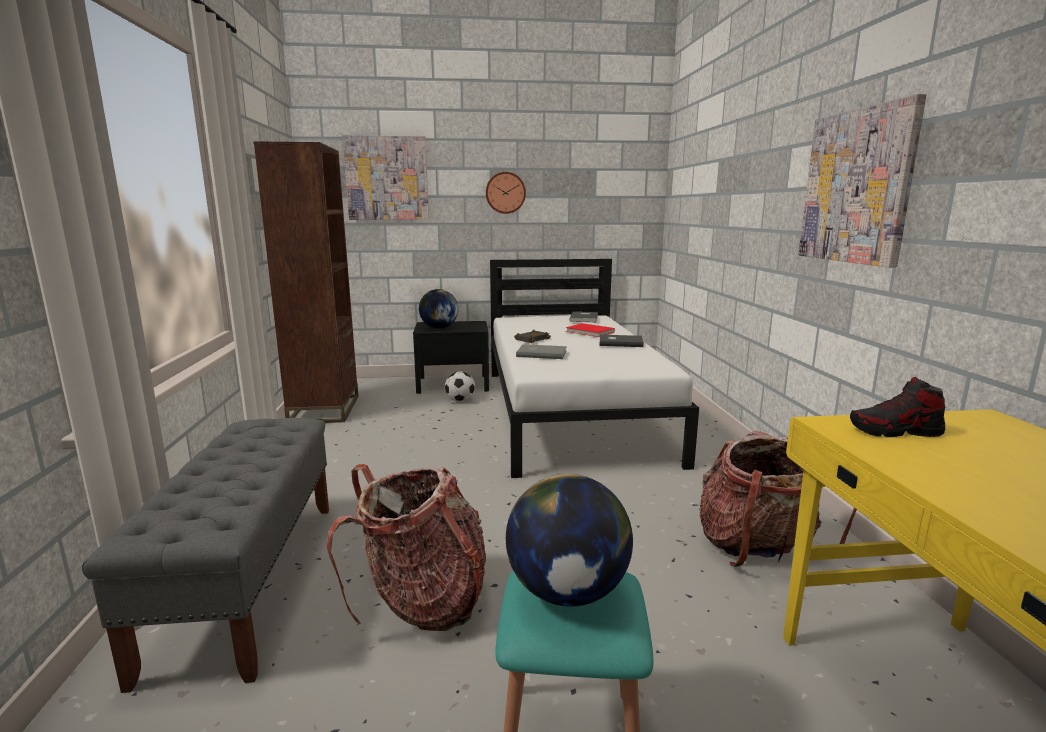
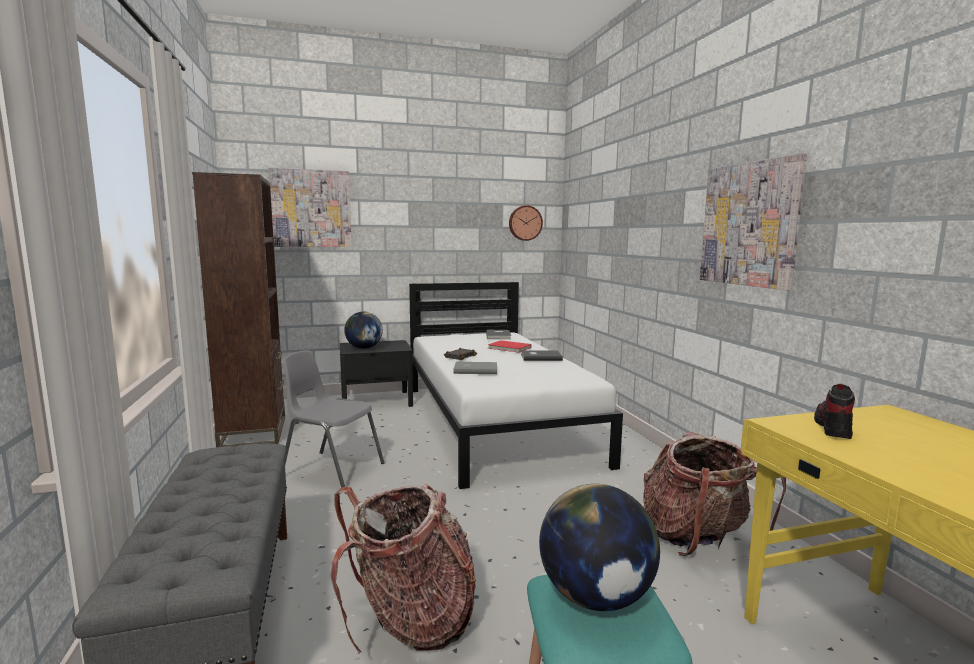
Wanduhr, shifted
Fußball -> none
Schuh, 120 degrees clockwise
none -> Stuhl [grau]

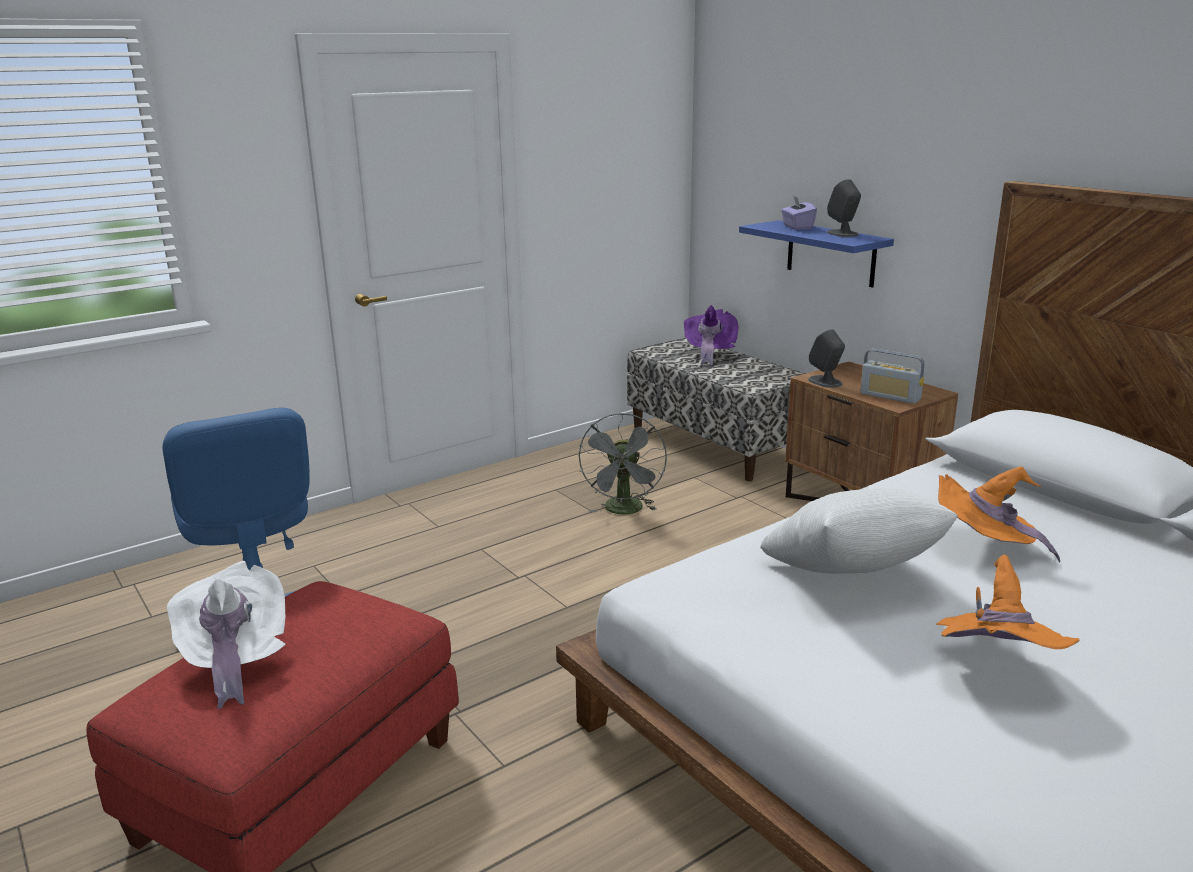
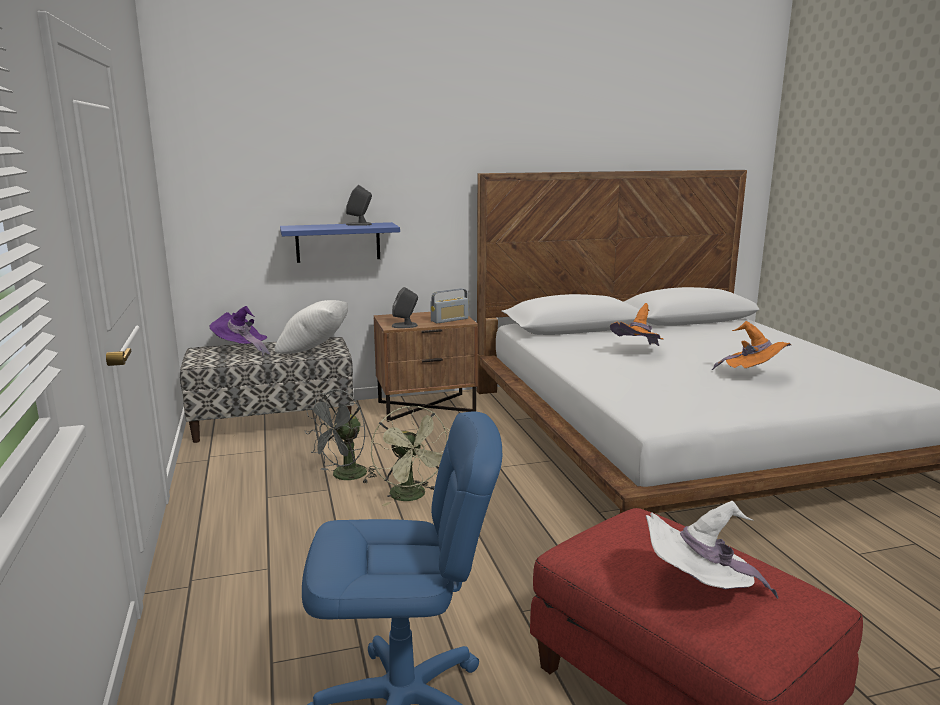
Taschentuchbox [lila] -> none
Ventilator [grau], 105 degrees clockwise
Kissen [weiß], shifted
none -> Ventilator [grün]

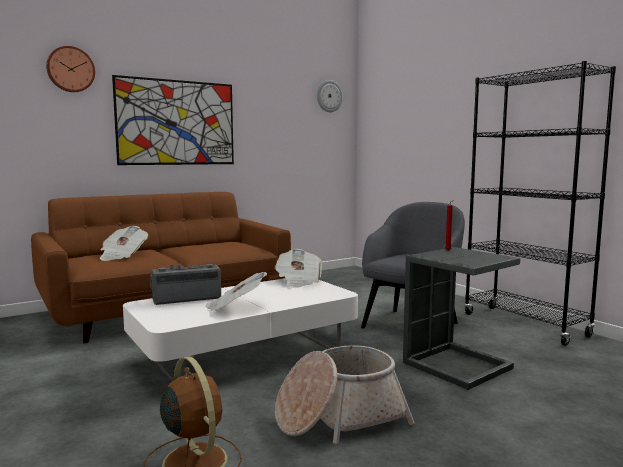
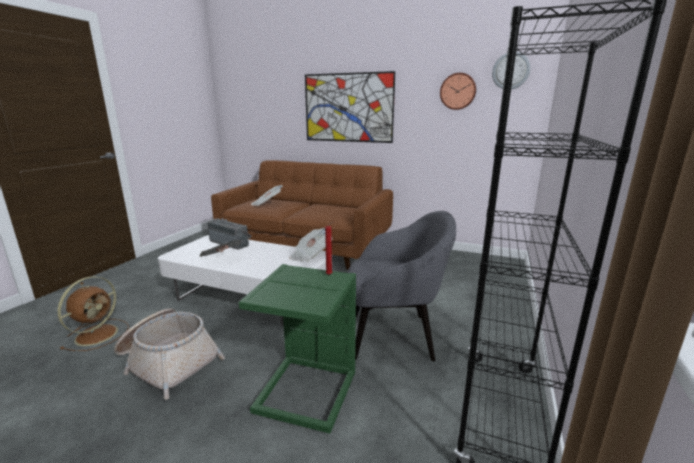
Wanduhr (no. 1 from left), shifted
Beistelltisch [grau] -> Beistelltisch [grün]

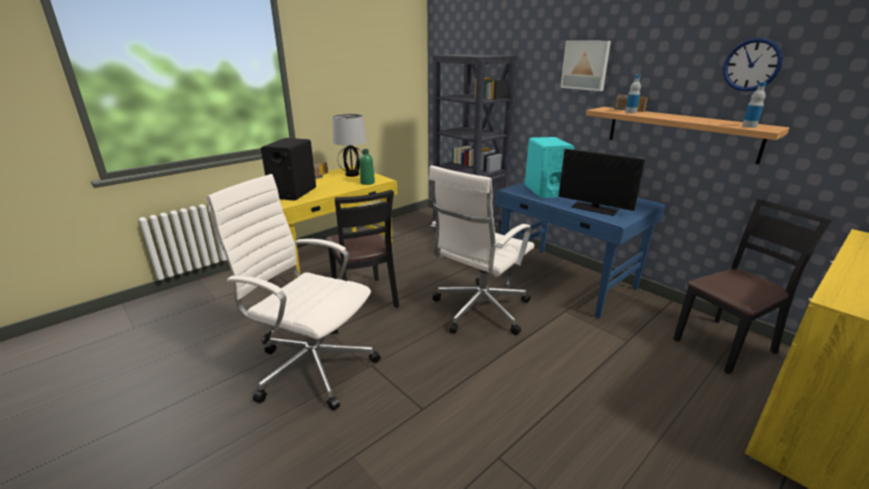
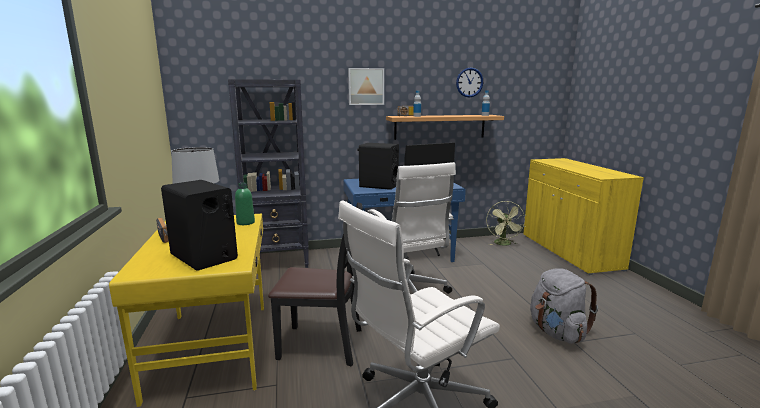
Lautsprecher [türkis] -> Lautsprecher [schwarz] (no. 2 from left)
Stuhl [schwarz] (no. 2 from left) -> Ventilator [grün]
none -> Rucksack [grau]

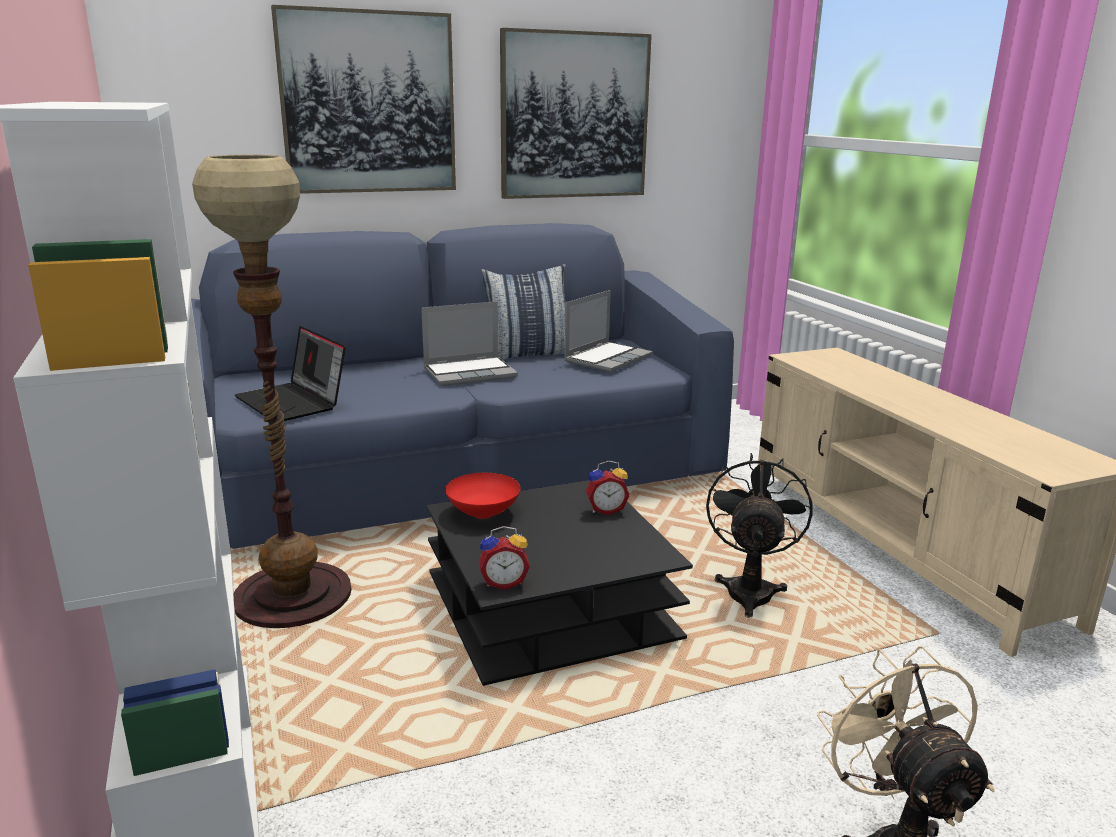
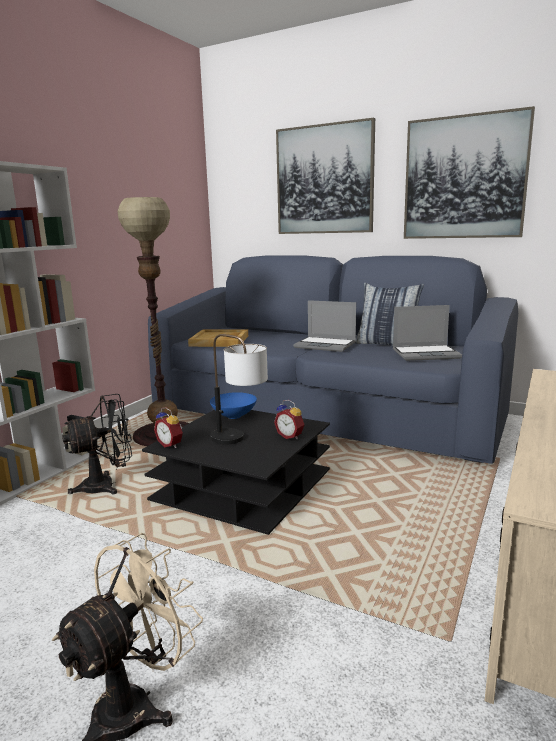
Laptop (no. 1 from left) -> Tablett [beige]
Ventilator [schwarz], shifted
Schüssel [rot] -> Schüssel [blau]
none -> Tischlampe

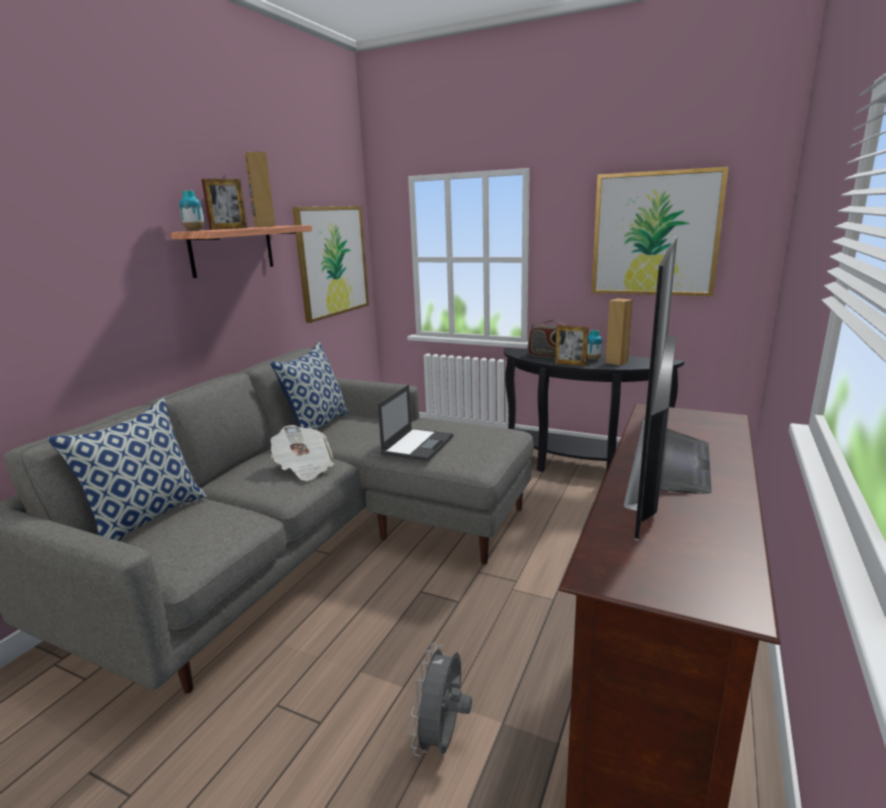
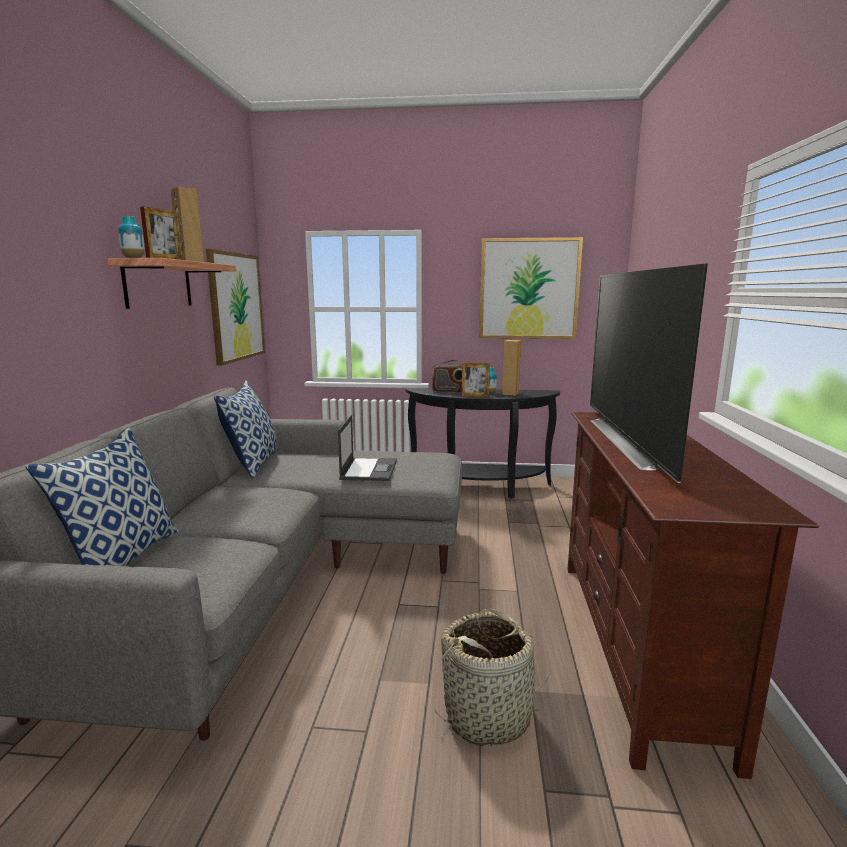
Zeitung -> none
Ventilator [grau] -> Korb

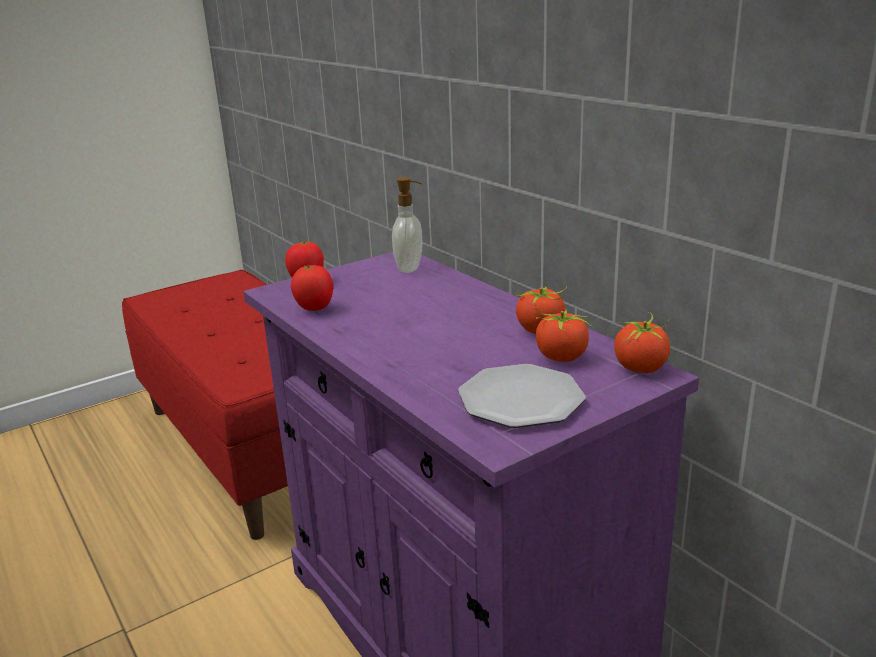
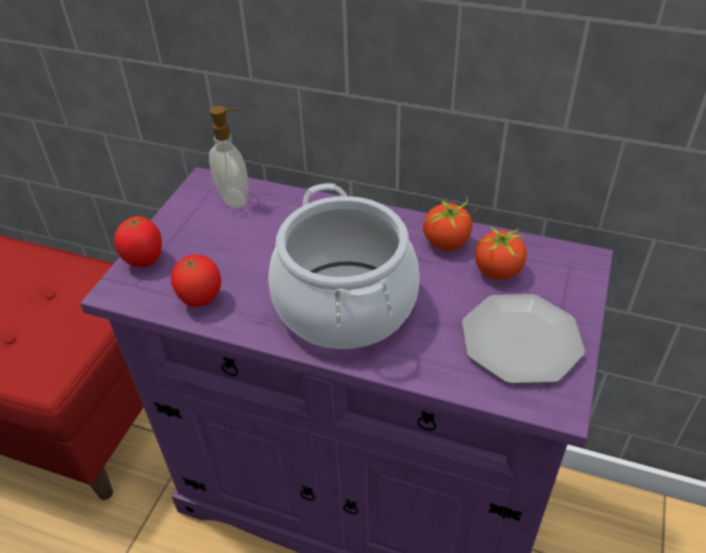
Tomate (no. 5 from left) -> none
none -> Kochtopf

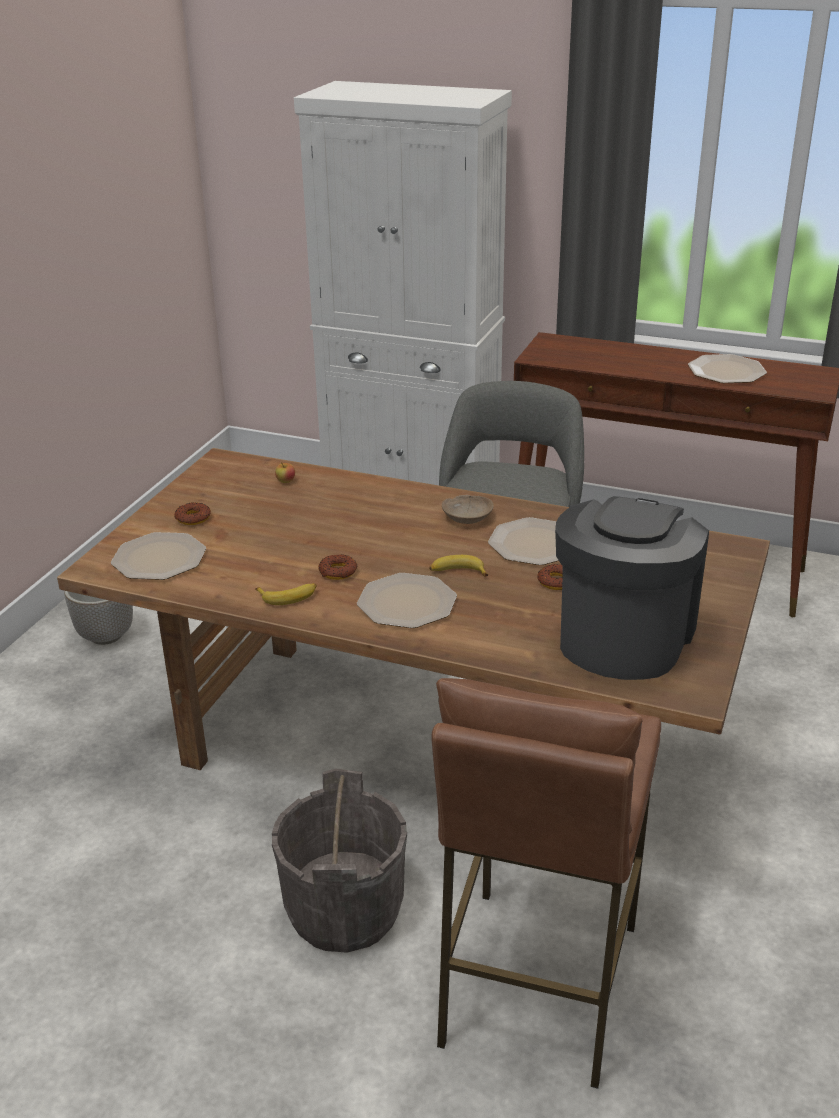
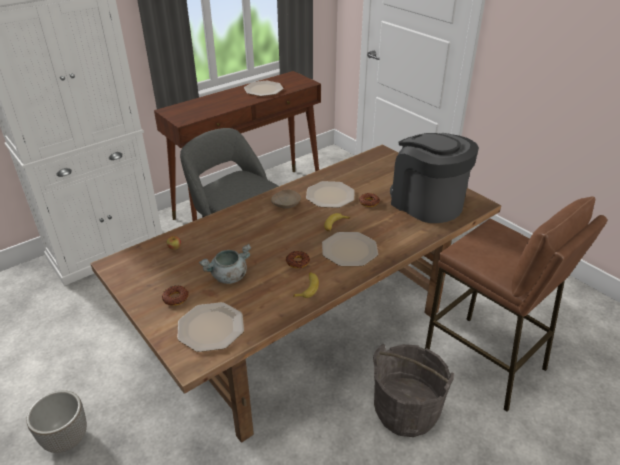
none -> Kochtopf [grau]

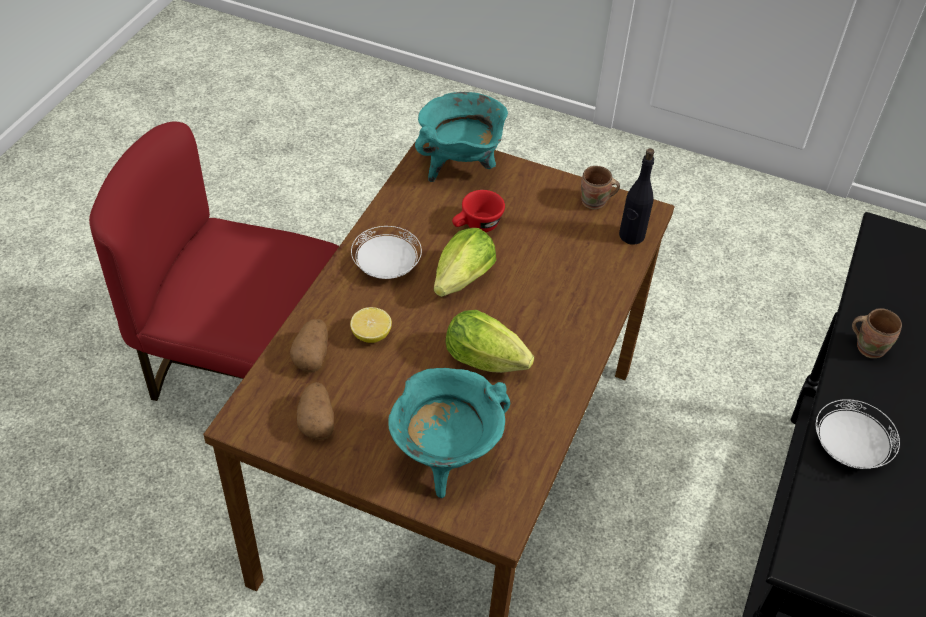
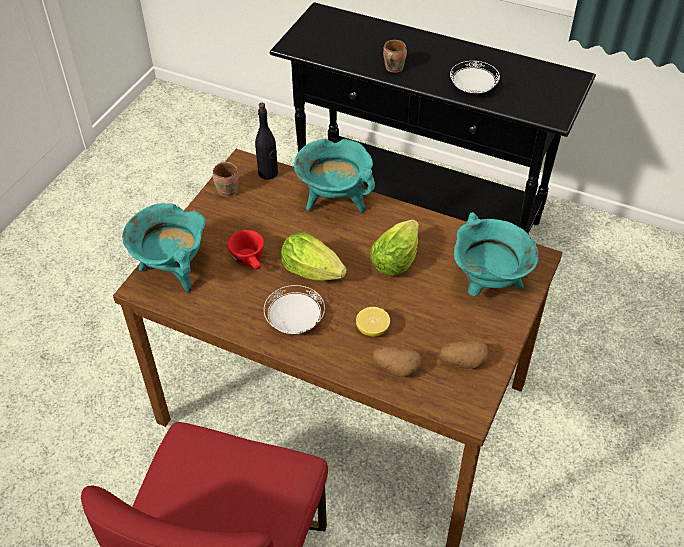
none -> Kochtopf [türkis] (no. 2 from left)

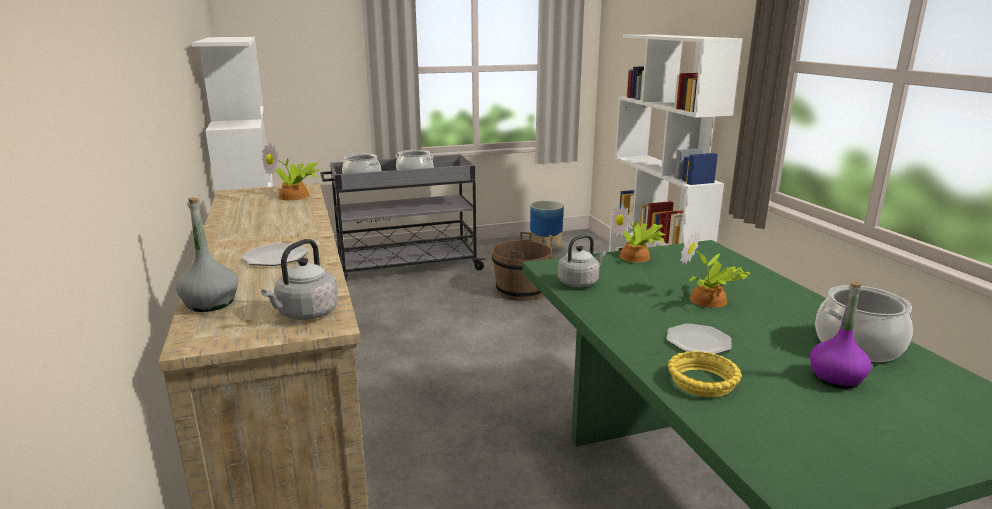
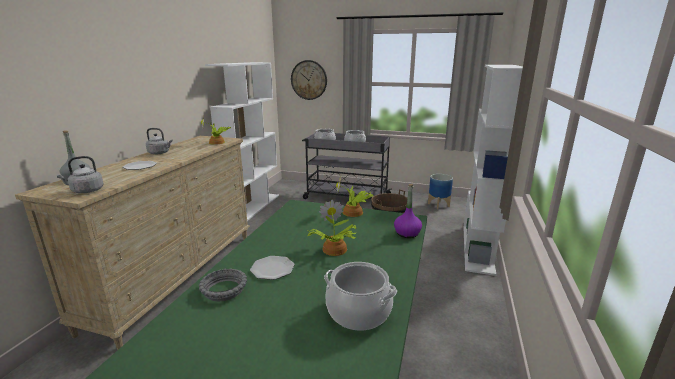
Wasserkessel [grau] (no. 2 from left), shifted
Flasche [lila], shifted
Schüssel [gelb] -> Schüssel [grau]
none -> Wanduhr

